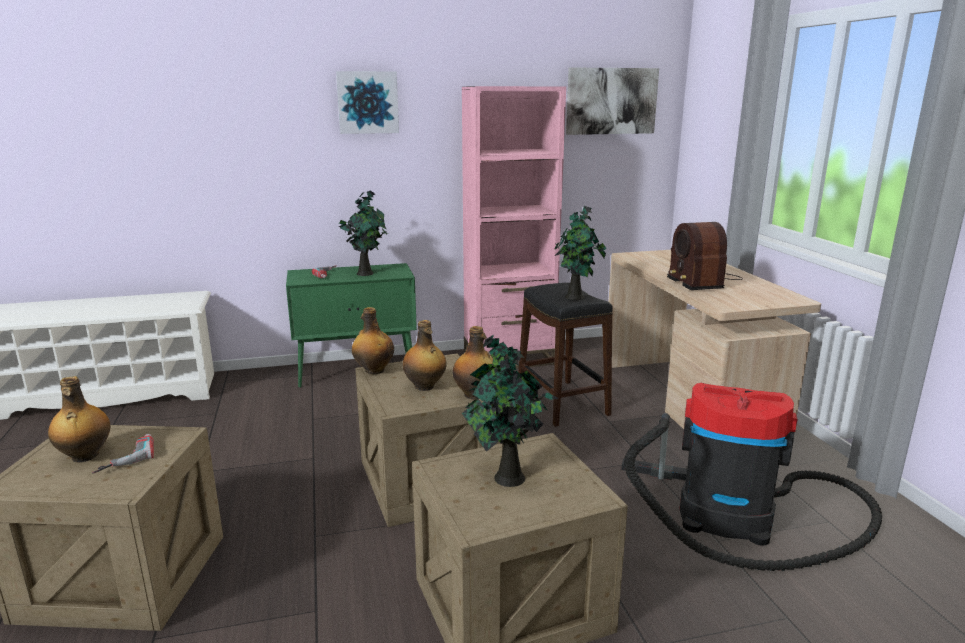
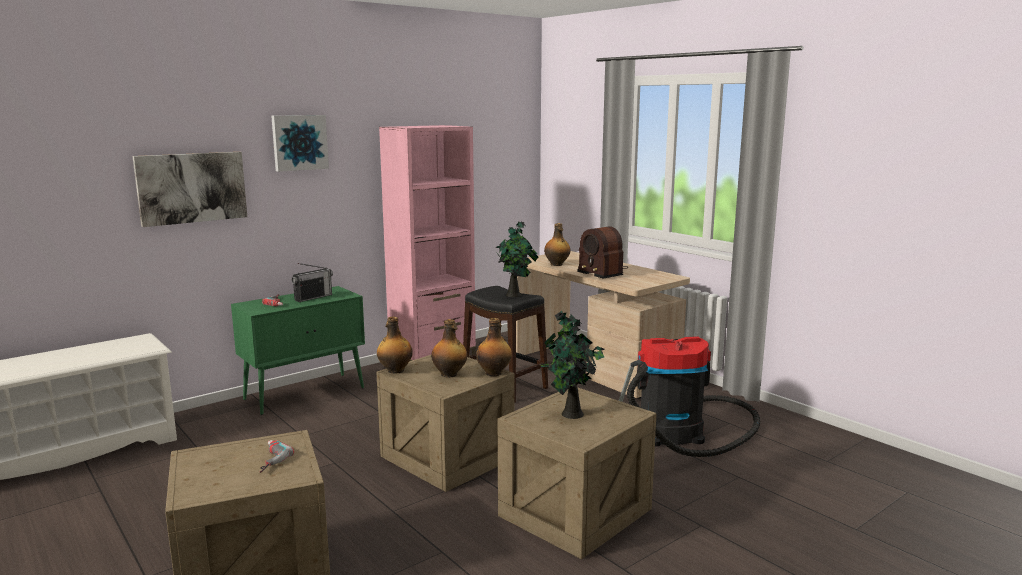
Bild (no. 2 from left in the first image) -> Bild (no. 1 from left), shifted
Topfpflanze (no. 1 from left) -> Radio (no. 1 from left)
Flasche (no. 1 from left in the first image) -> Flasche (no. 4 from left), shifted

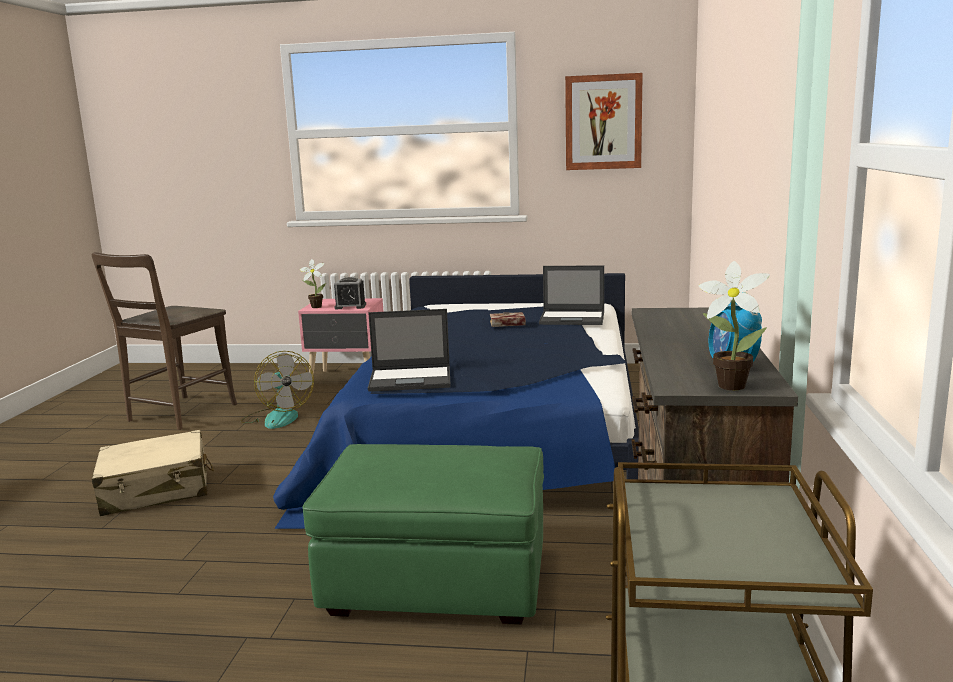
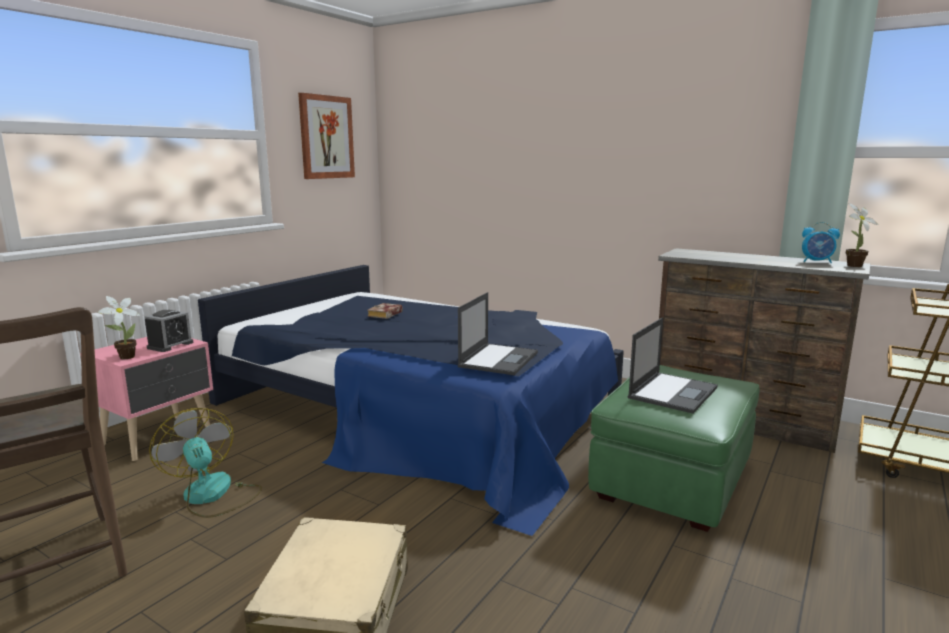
Laptop (no. 2 from left), shifted
Ventilator, 120 degrees counterclockwise

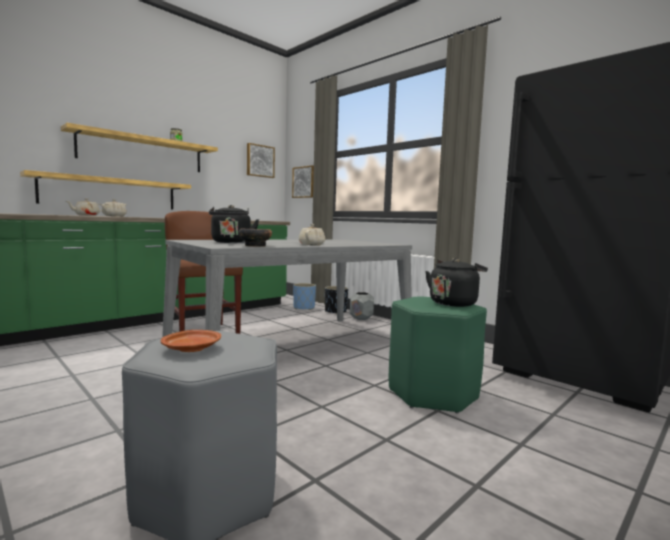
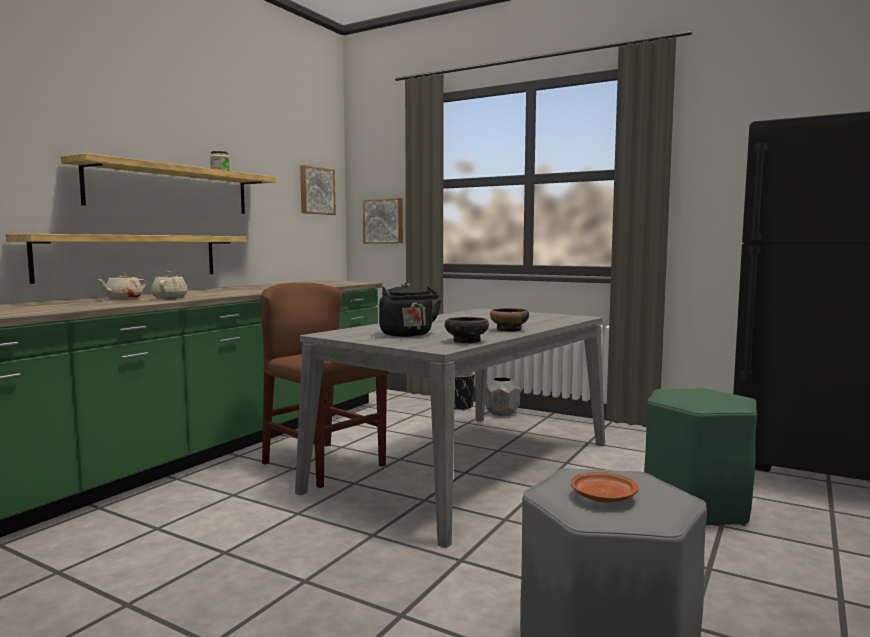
Teekanne [beige] (no. 3 from left) -> Schüssel (no. 2 from left)
Wasserkessel [schwarz] (no. 2 from left) -> none
Pflanzkübel [blau] -> none

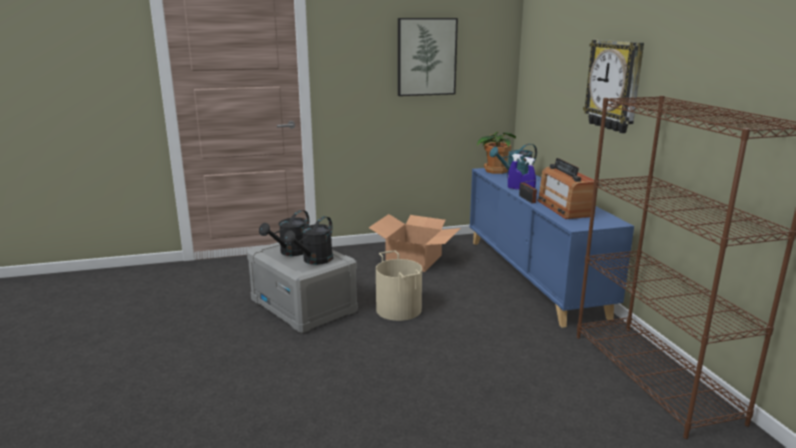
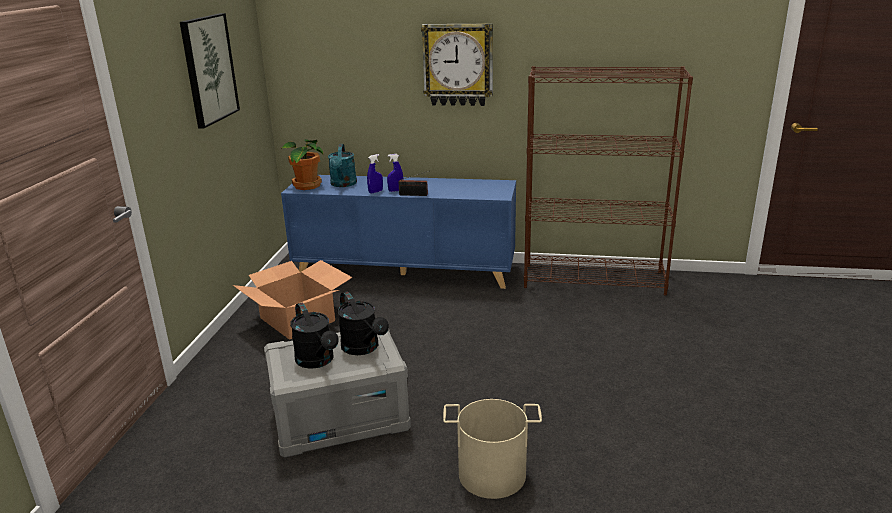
Radio (no. 2 from left) -> none
Eimer [beige], shifted

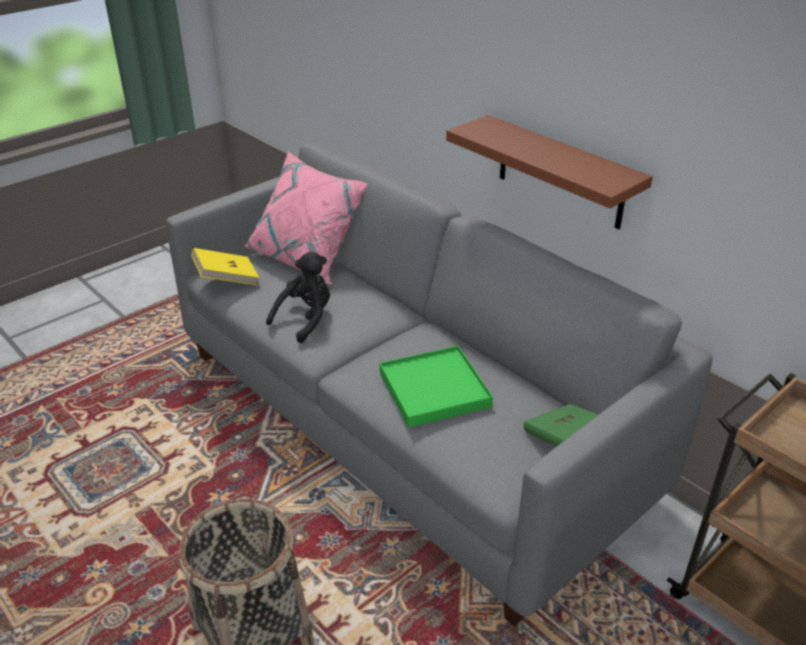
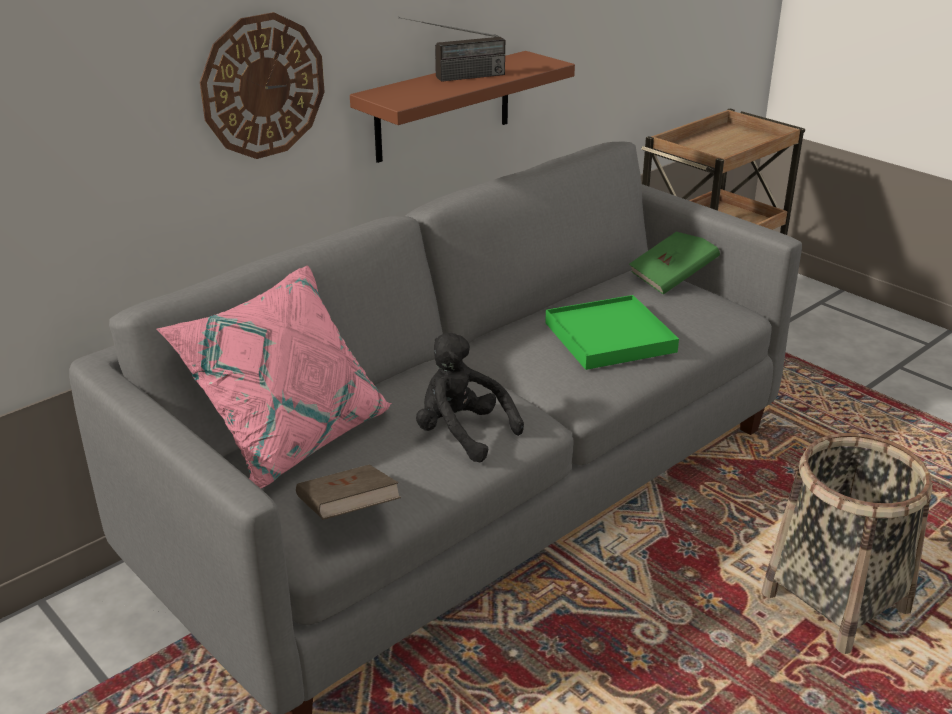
Buch [gelb] -> Buch [braun]
none -> Wanduhr
none -> Radio

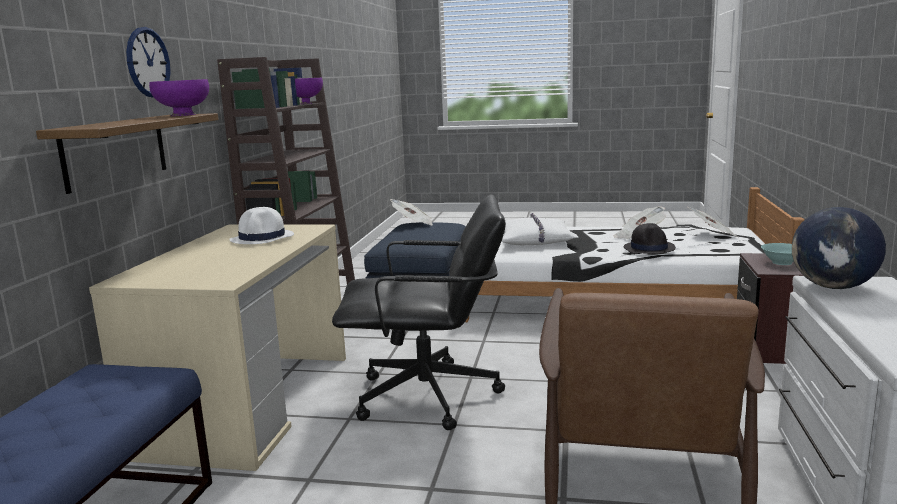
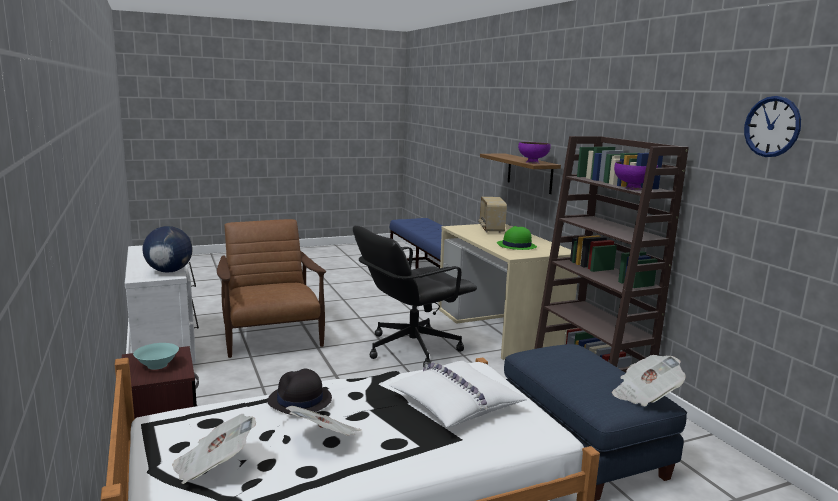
Wanduhr, shifted
Hut [weiß] -> Hut [grün]
none -> Radio

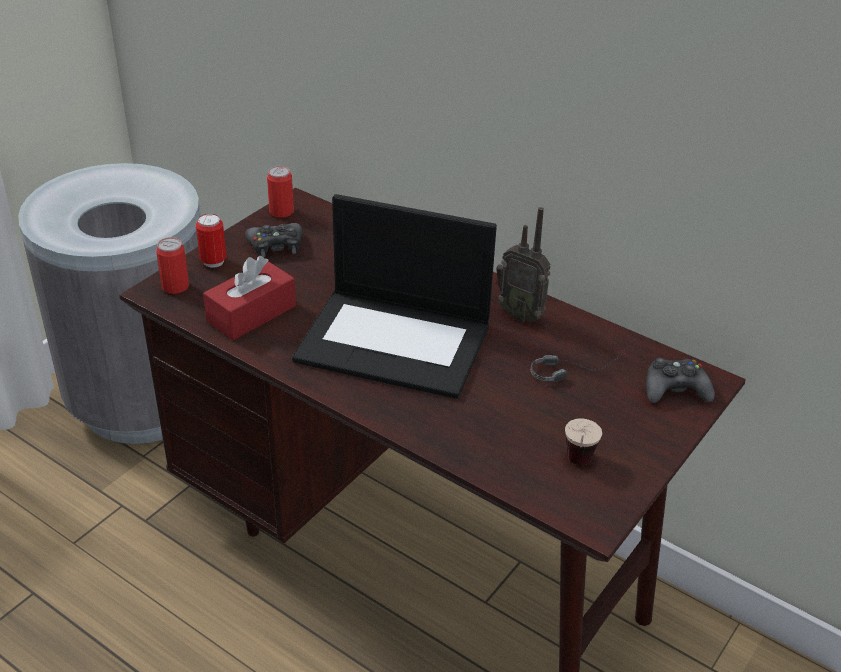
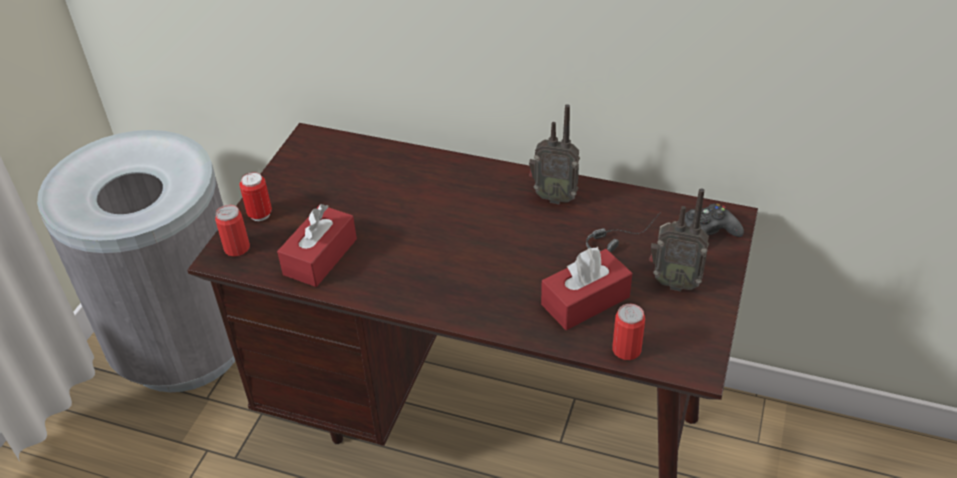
Dose (no. 3 from left), shifted
Laptop -> none
Gamepad [schwarz] (no. 1 from left) -> none
Tasse -> none
none -> Radio (no. 2 from left)
none -> Taschentuchbox [rot] (no. 2 from left)

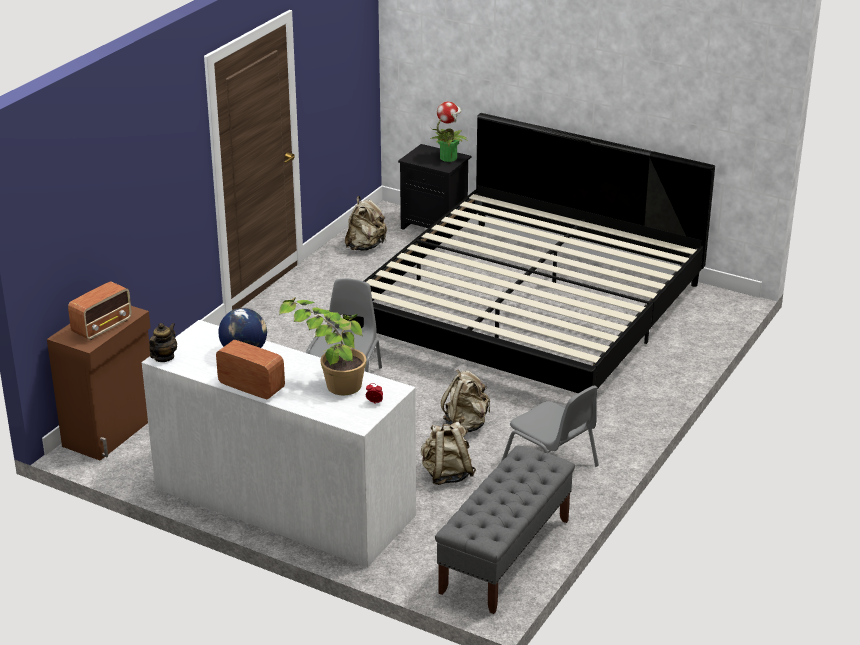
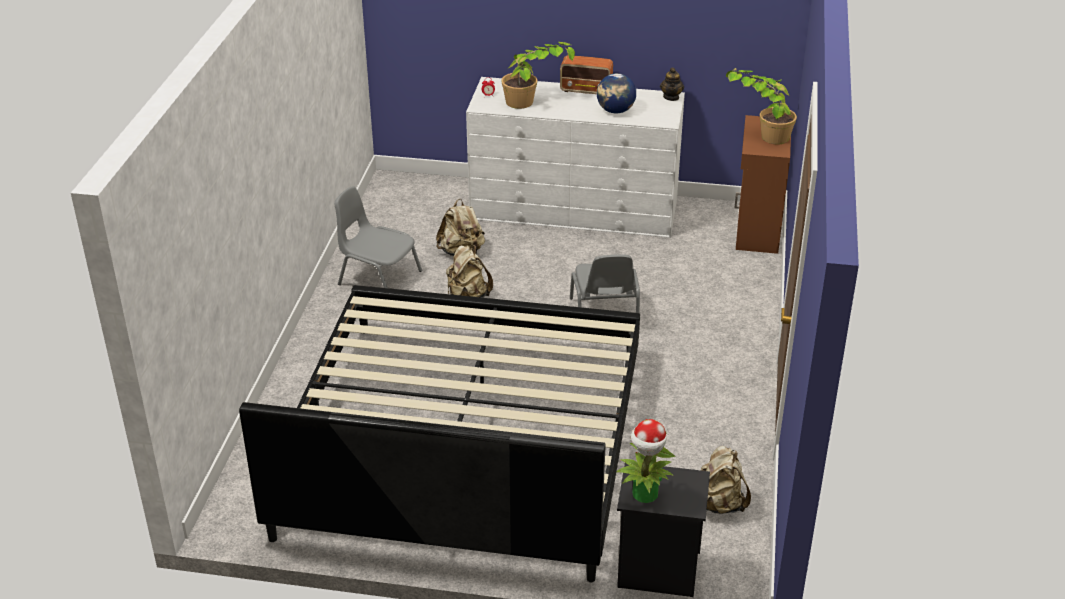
Radio (no. 1 from left) -> Topfpflanze (no. 3 from left)
Bank [grau] -> none

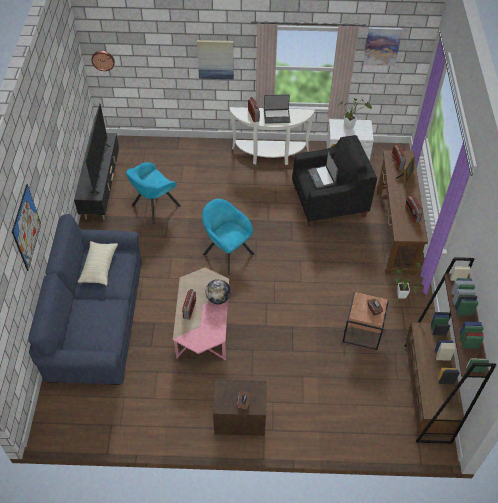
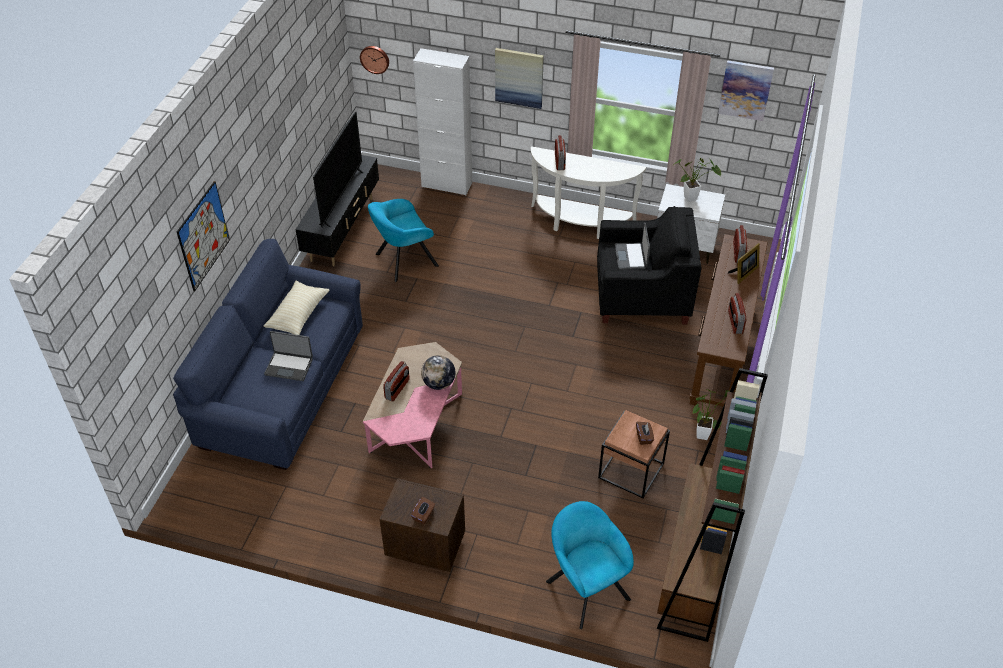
Laptop (no. 1 from left), shifted
Sessel [türkis] (no. 2 from left), shifted
none -> Schrank [weiß]

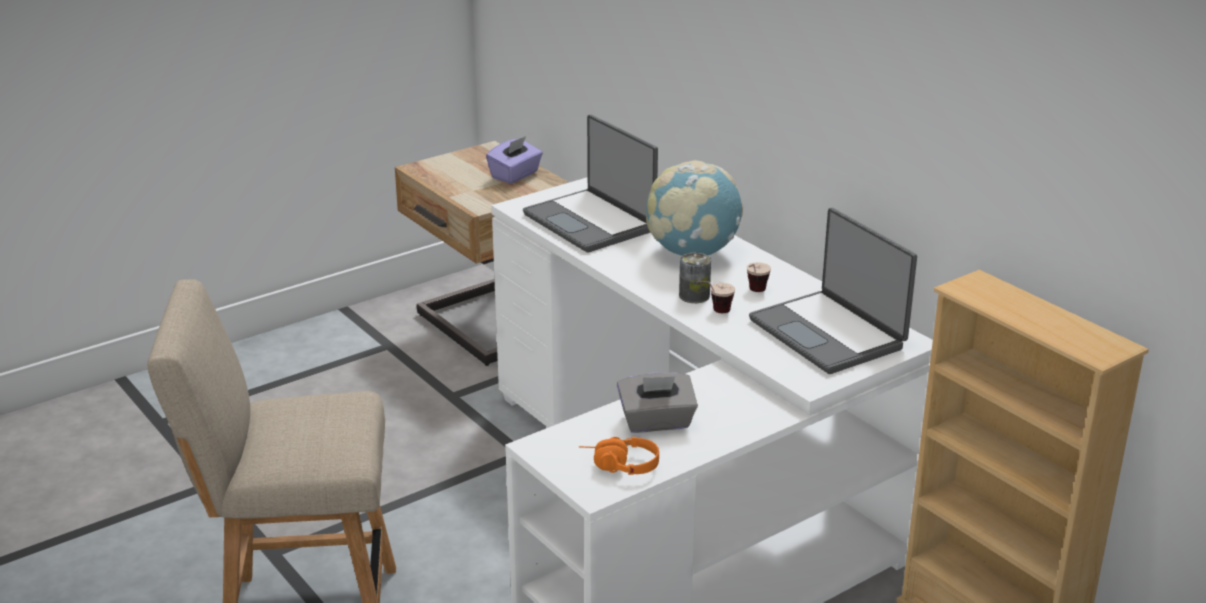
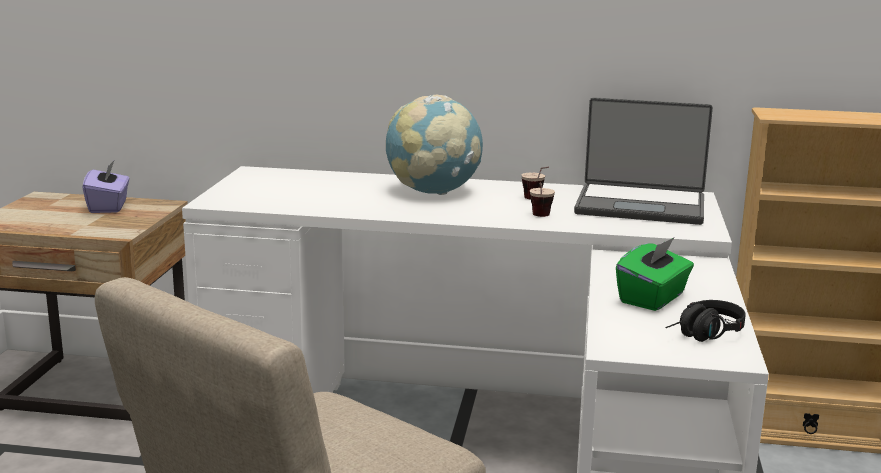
Laptop (no. 1 from left) -> none
Dose -> none
Taschentuchbox [grau] -> Taschentuchbox [grün]
Kopfhörer [orange] -> Kopfhörer [schwarz]

